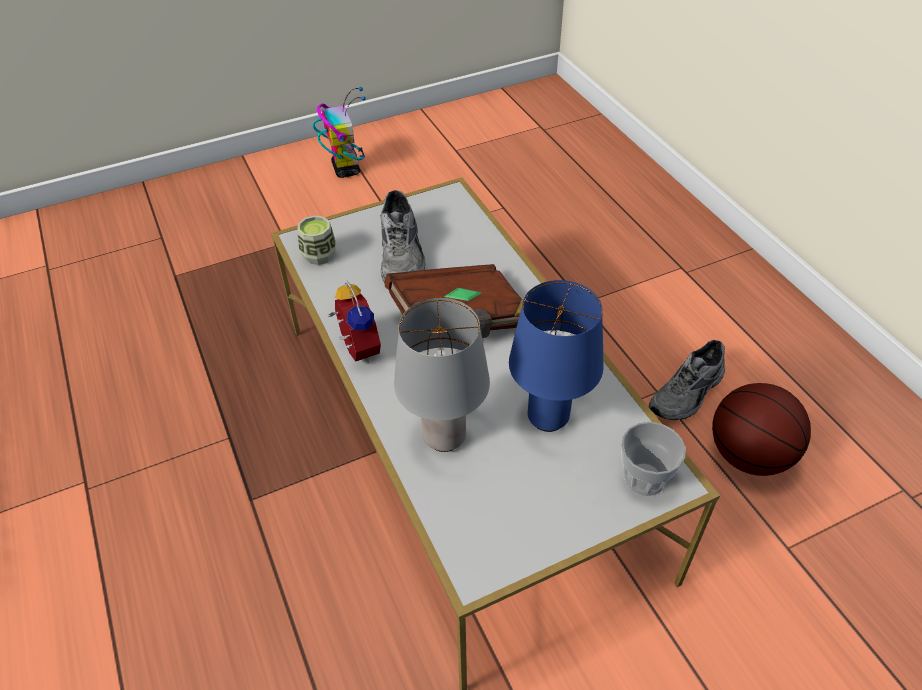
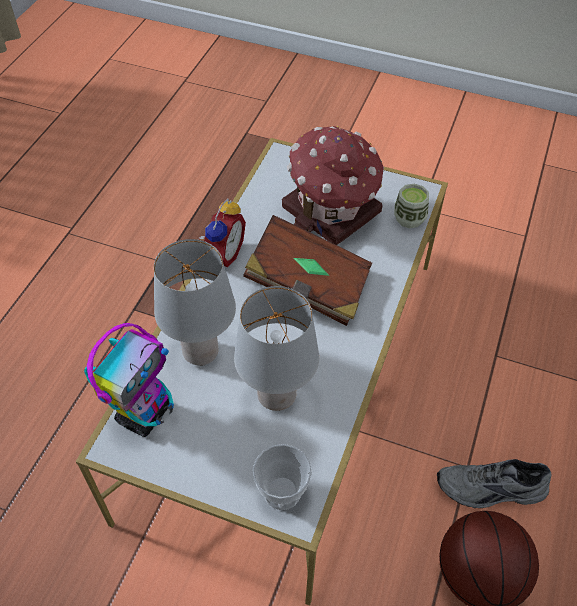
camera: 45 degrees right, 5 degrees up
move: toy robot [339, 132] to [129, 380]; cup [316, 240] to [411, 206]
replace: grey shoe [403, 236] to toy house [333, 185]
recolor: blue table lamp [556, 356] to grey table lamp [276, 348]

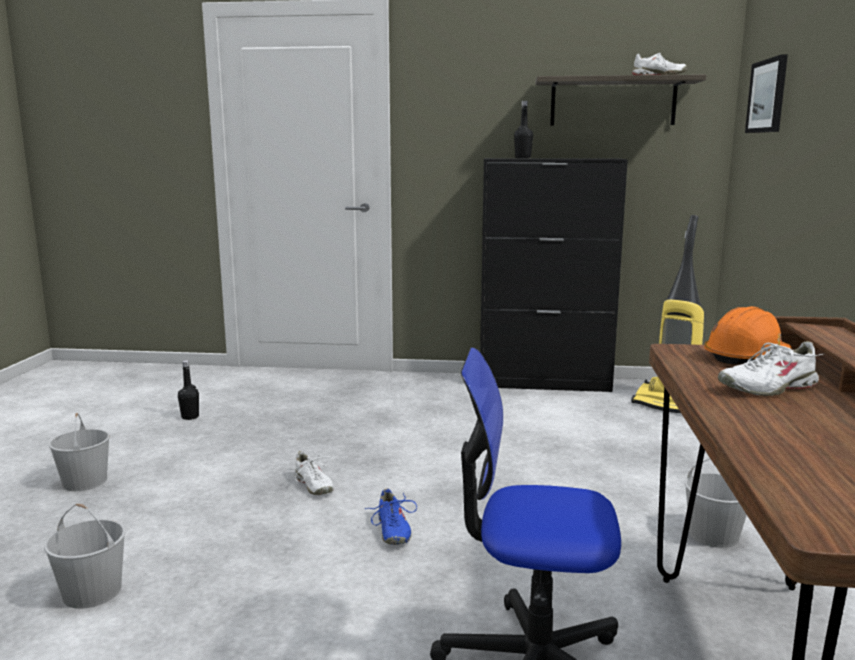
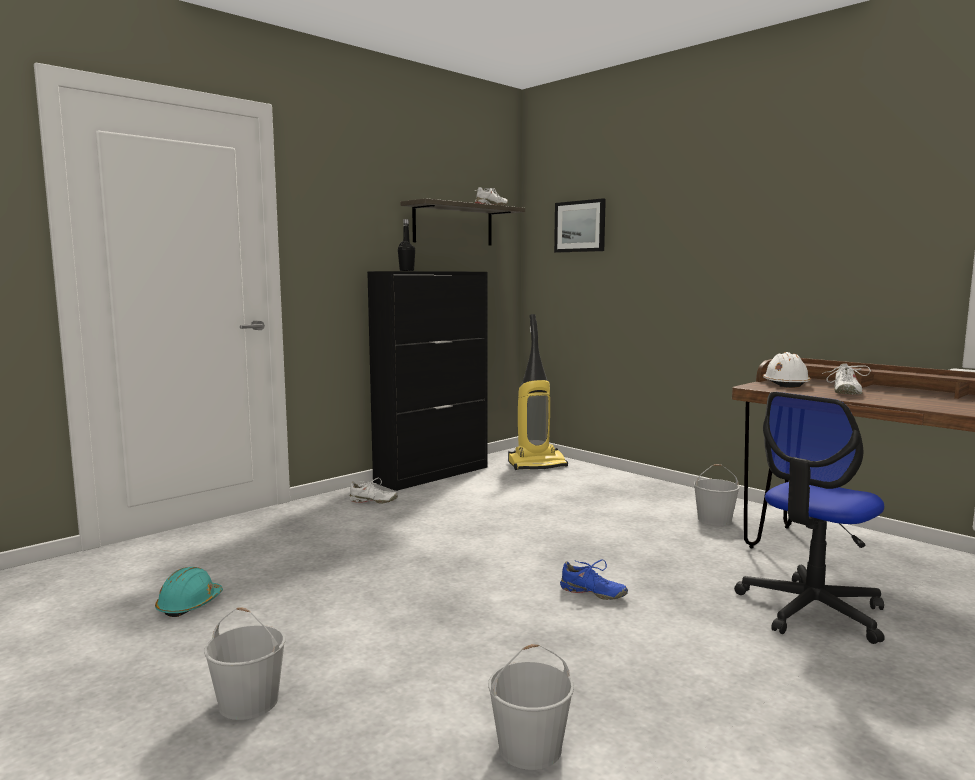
camera: 50 degrees left, 5 degrees down
move: white shoe [310, 473] to [373, 490]
replace: black bottle [188, 390] to turquoise hard hat [189, 592]
recolor: orange hard hat [748, 335] to white hard hat [787, 370]

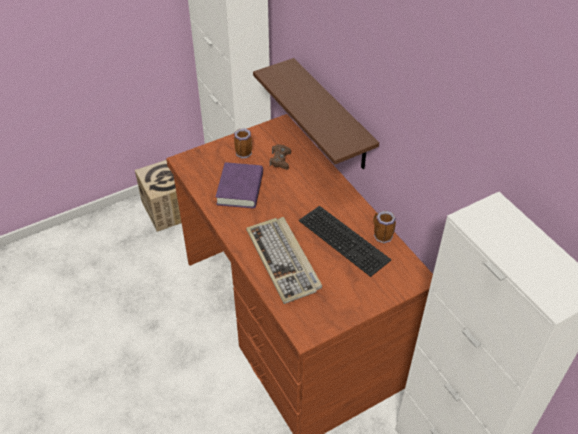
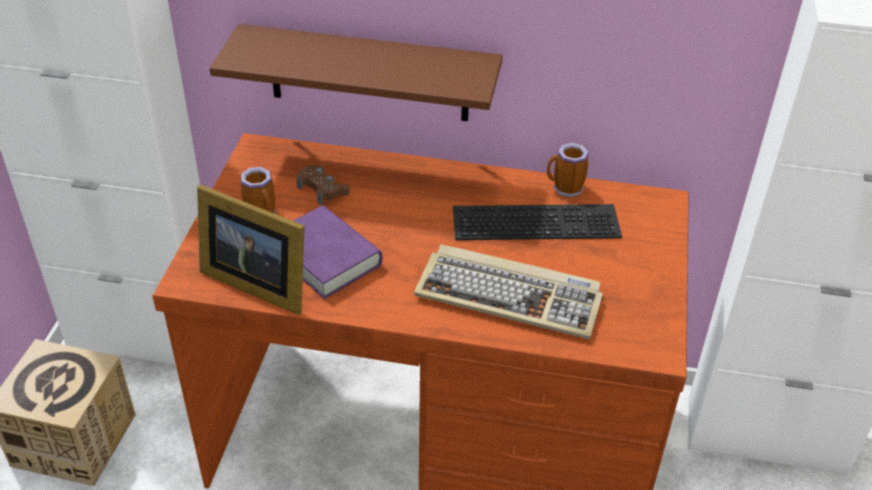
camera: 50 degrees left, 5 degrees down
insert: picture frame [251, 249]

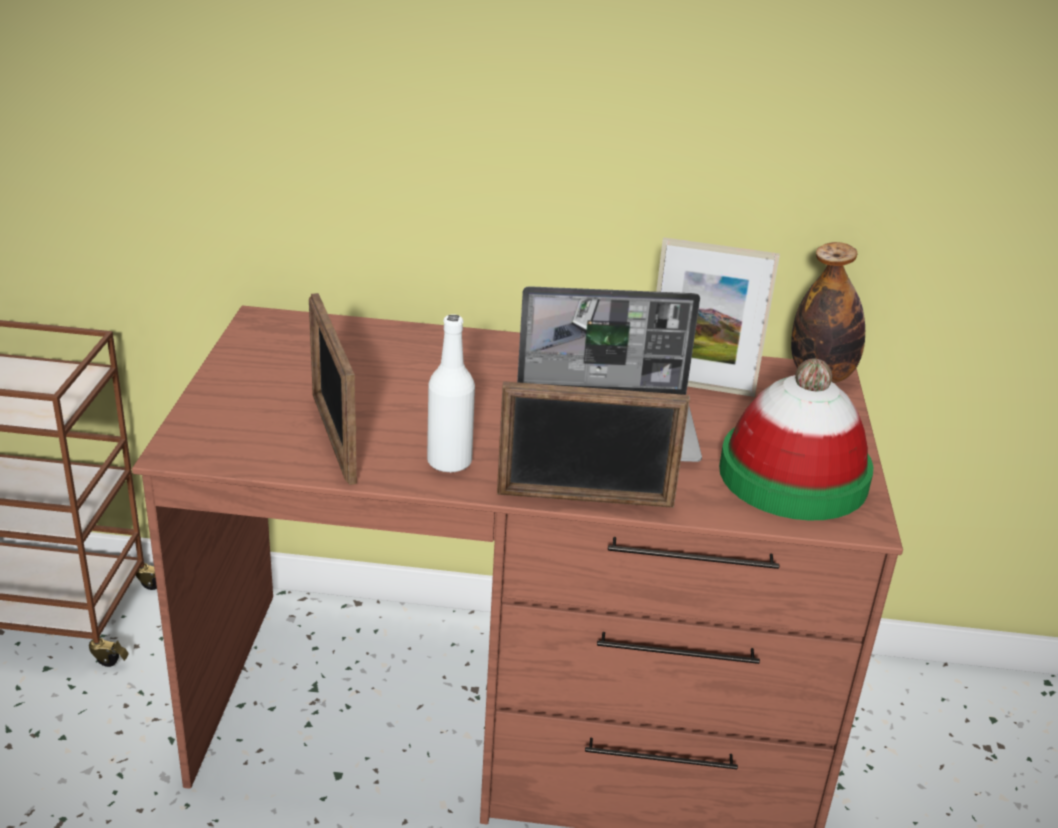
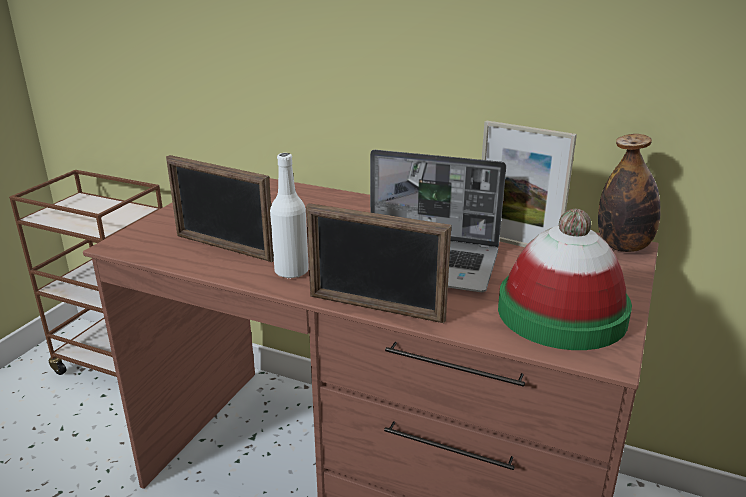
camera: 20 degrees right, 5 degrees down
rotate: picture frame [333, 389] = [220, 208] 60 degrees counterclockwise

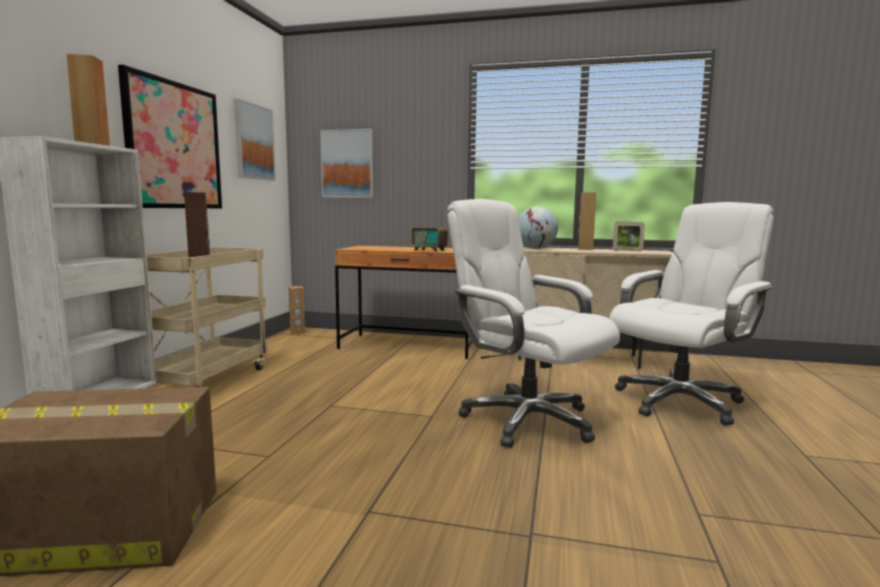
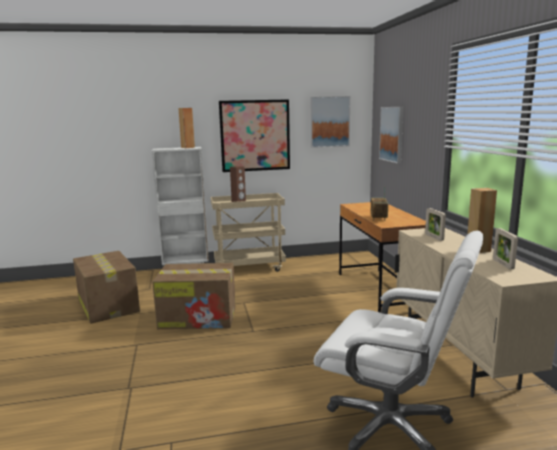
camera: 65 degrees right, 5 degrees up
delete: brown speaker [297, 310]; white office chair [533, 323]
insert: cardboard box [194, 296]
replace: globe [538, 227] to picture frame [435, 224]

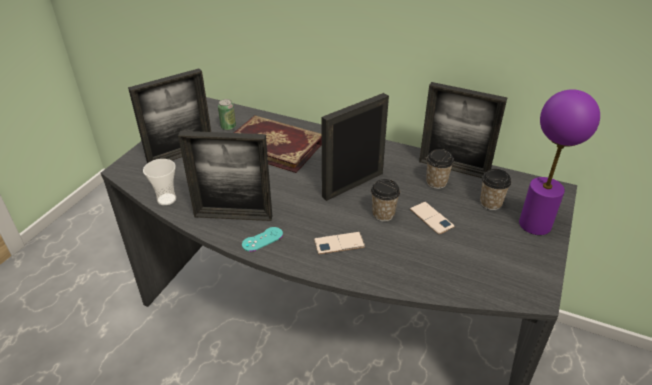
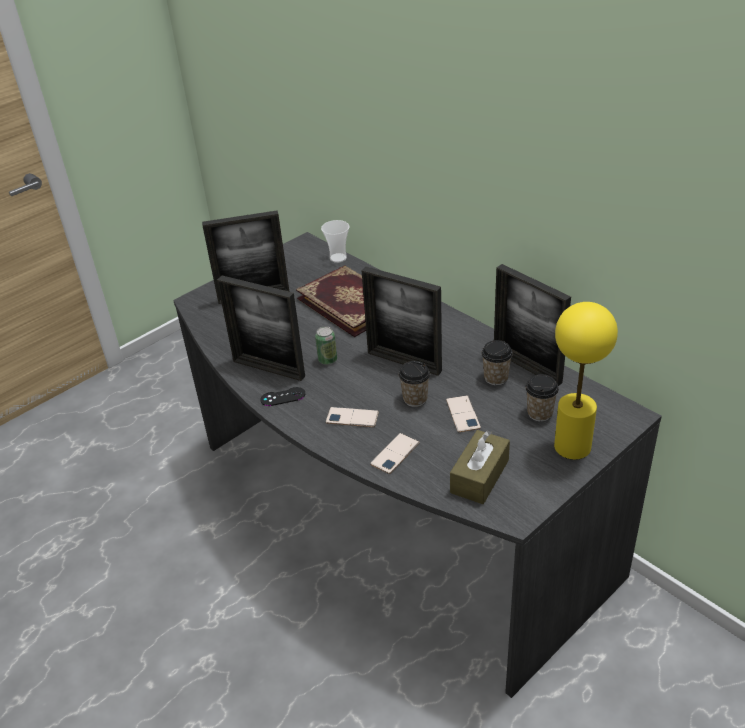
camera: 25 degrees right, 0 degrees up
insert: phone [395, 453]; brown tissue box [480, 467]
move: can [227, 114] to [326, 345]; cup [159, 182] to [335, 241]
recolor: turquoise game controller [262, 239] to black game controller [282, 396]; purple table lamp [559, 162] to yellow table lamp [586, 381]
rotate: picture frame [355, 147] = [402, 321] 135 degrees counterclockwise

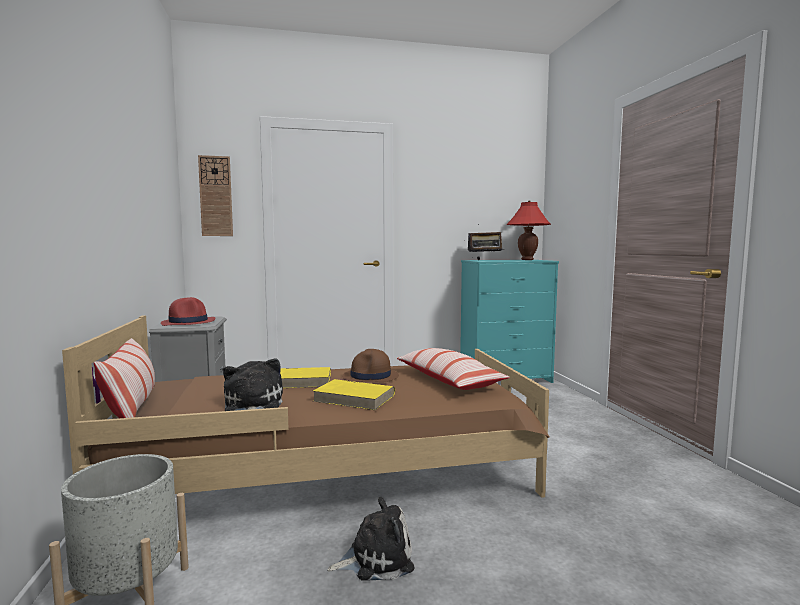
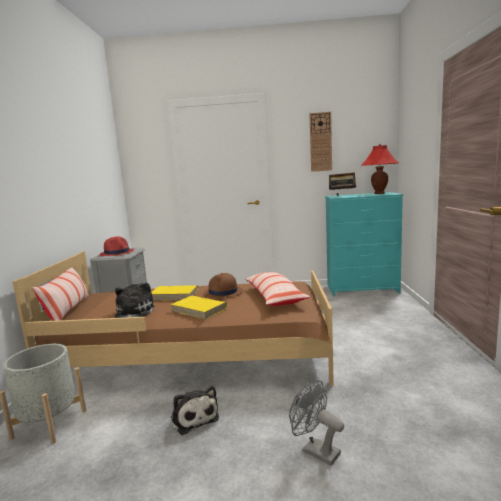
camera: 15 degrees right, 5 degrees up
insert: grey fan [316, 423]
move: wall clock [215, 195] to [320, 142]
rotate: plush toy [370, 538] = [195, 410] 60 degrees clockwise

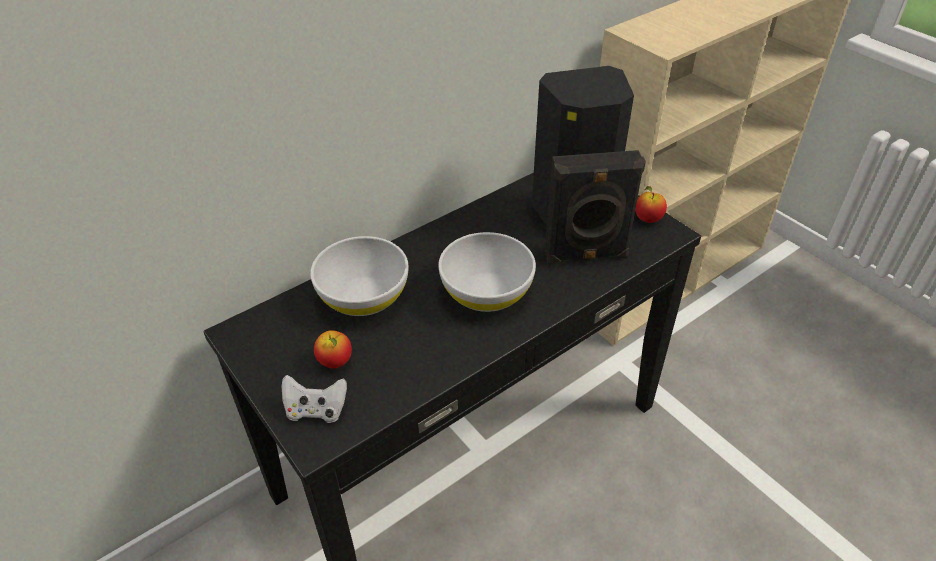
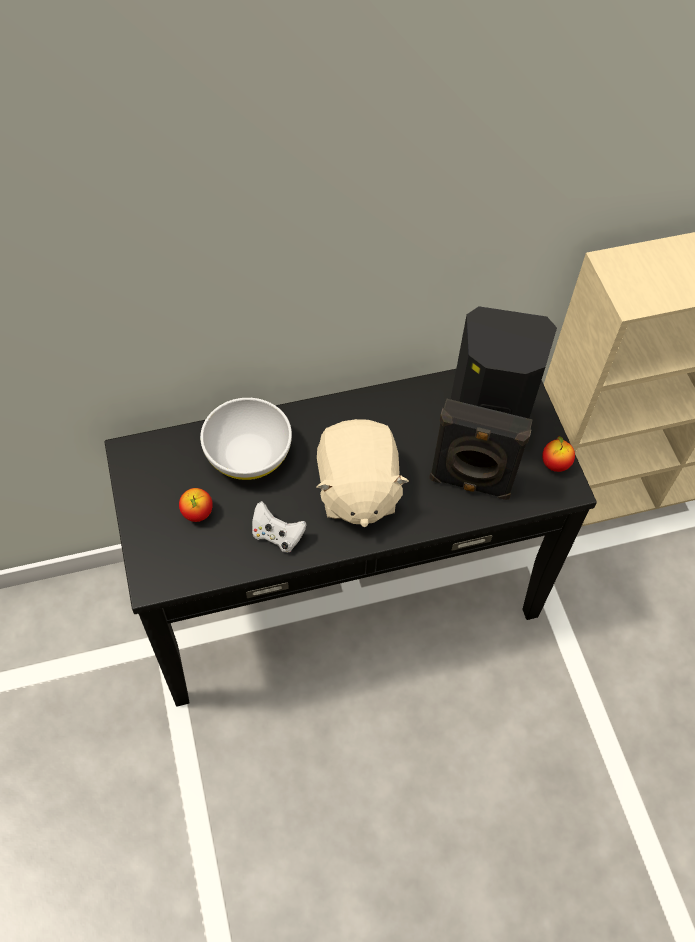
camera: 20 degrees right, 15 degrees up
move: white game controller [314, 399] to [279, 527]
replace: white bowl [487, 272] to beige plush toy [362, 473]

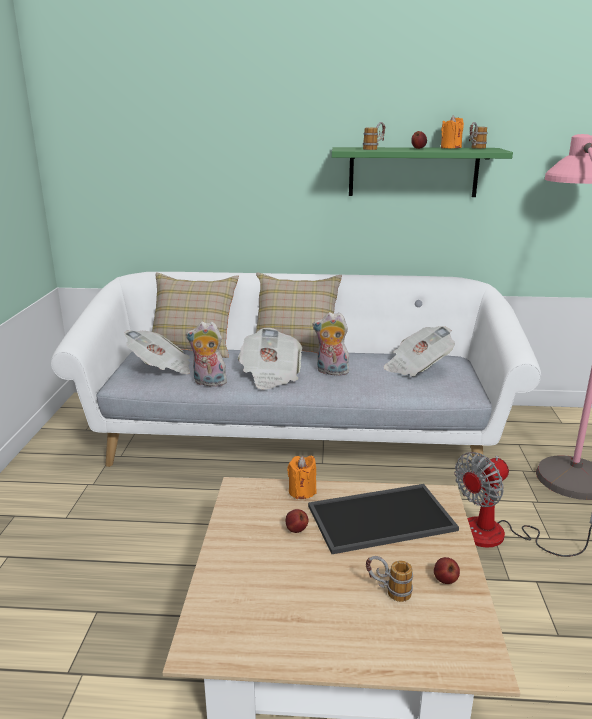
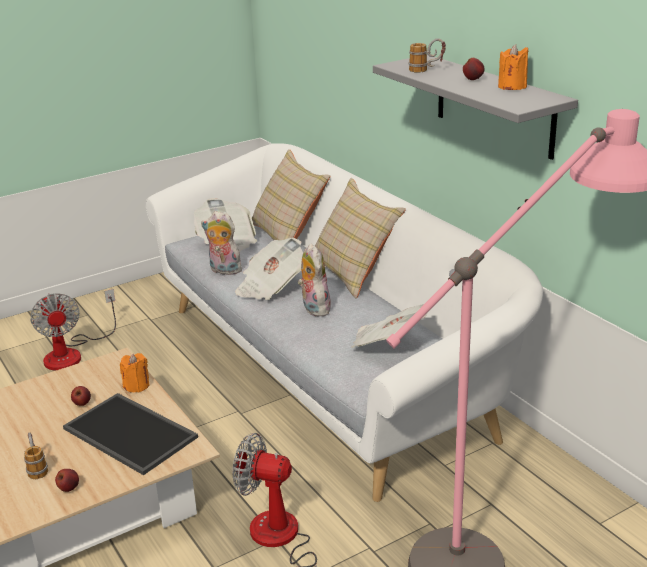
camera: 55 degrees right, 5 degrees up
delete: mug [478, 135]
insert: fan [73, 330]
recolor: green shelf [422, 172] to grey shelf [475, 107]
rotate: plush toy [206, 354] = [221, 243] 45 degrees counterclockwise

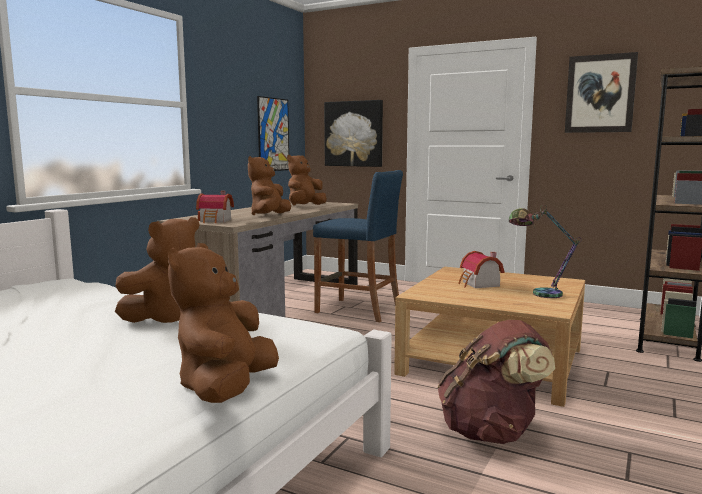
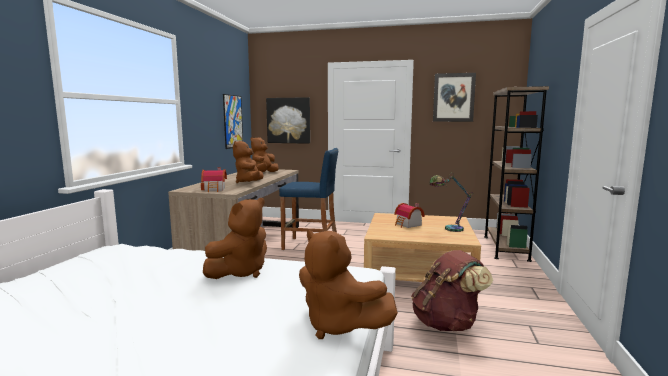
camera: 15 degrees left, 0 degrees up
rotate: brown plush toy [223, 323] = [348, 284] 45 degrees counterclockwise

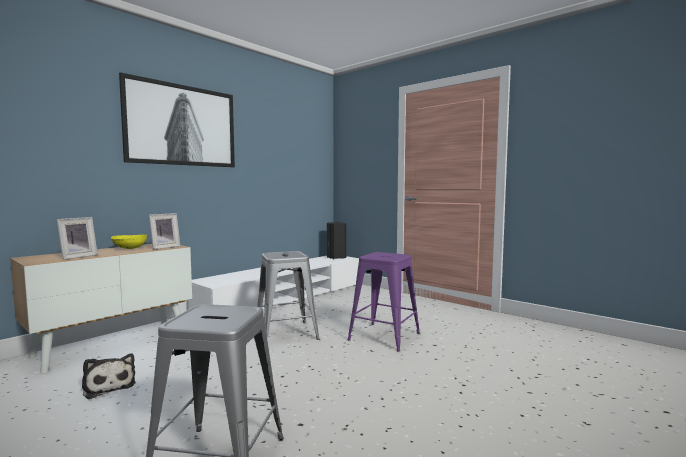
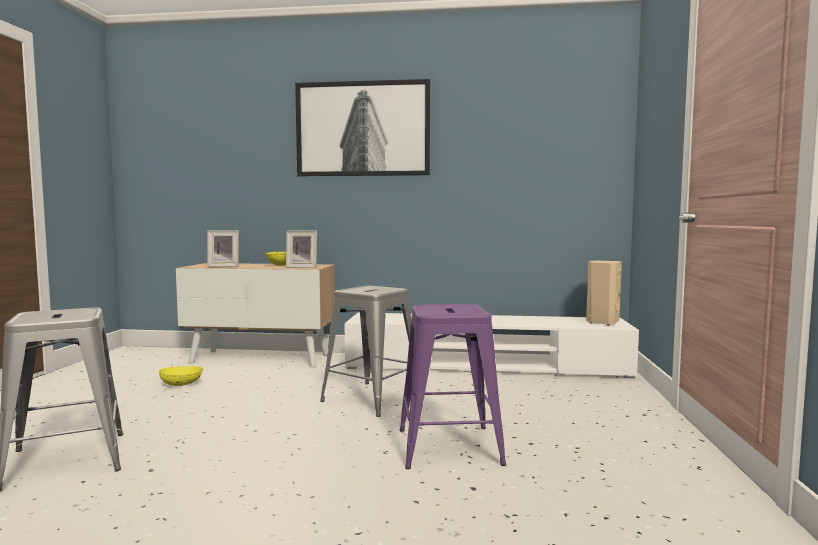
camera: 55 degrees right, 0 degrees up
replace: plush toy [109, 376] to yellow bowl [181, 376]
recolor: black speaker [336, 240] to beige speaker [604, 293]

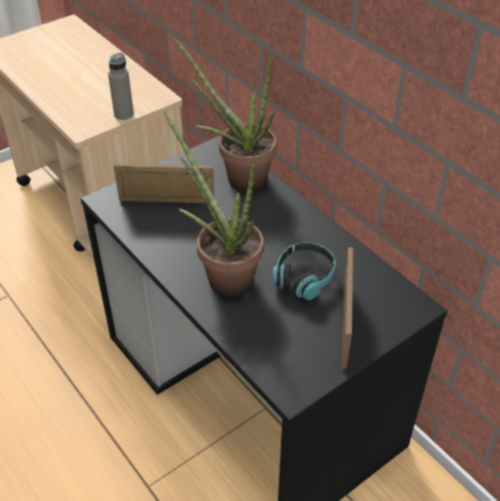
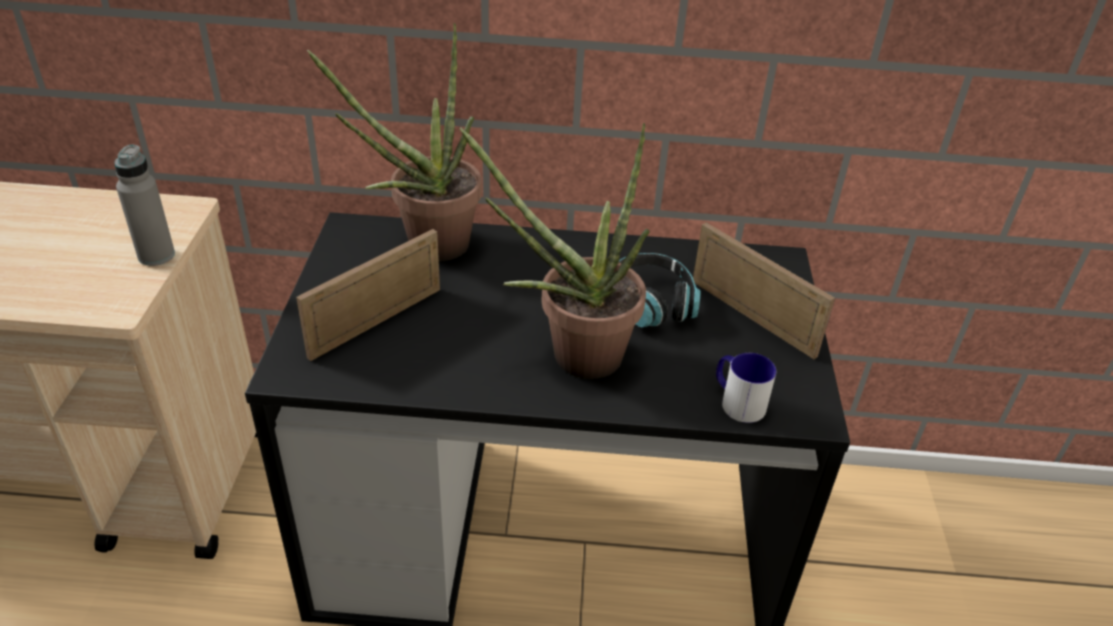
camera: 50 degrees left, 5 degrees down
insert: mug [746, 388]

